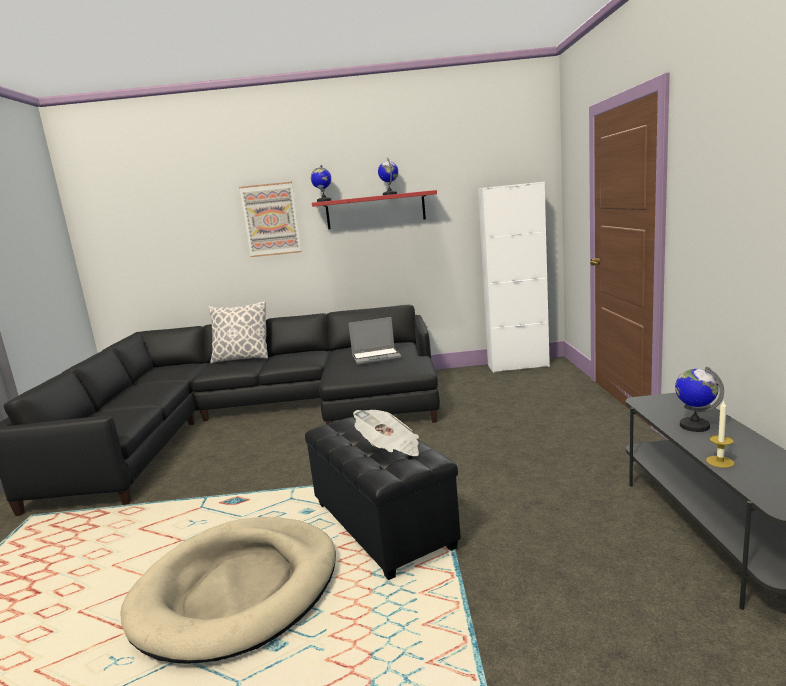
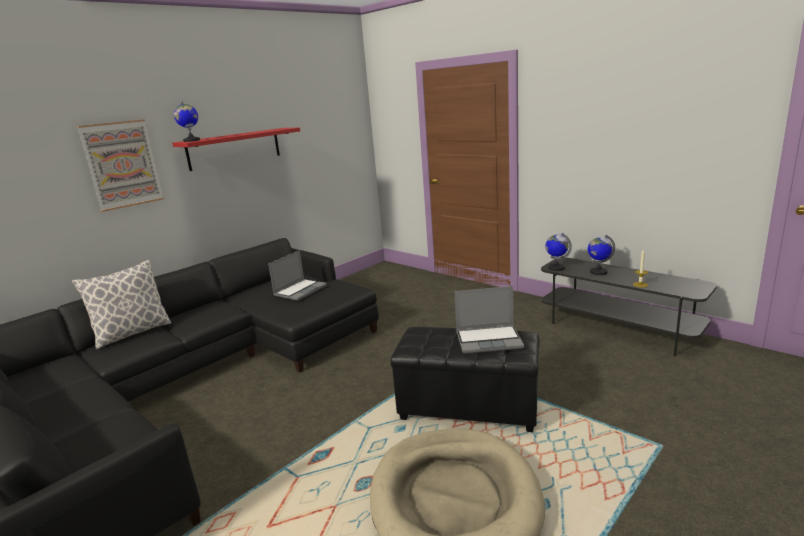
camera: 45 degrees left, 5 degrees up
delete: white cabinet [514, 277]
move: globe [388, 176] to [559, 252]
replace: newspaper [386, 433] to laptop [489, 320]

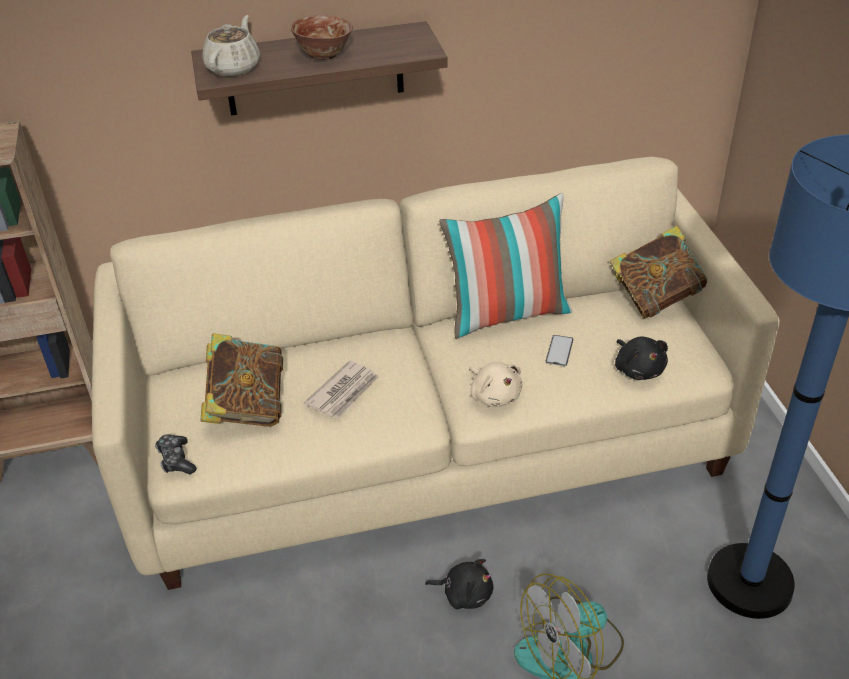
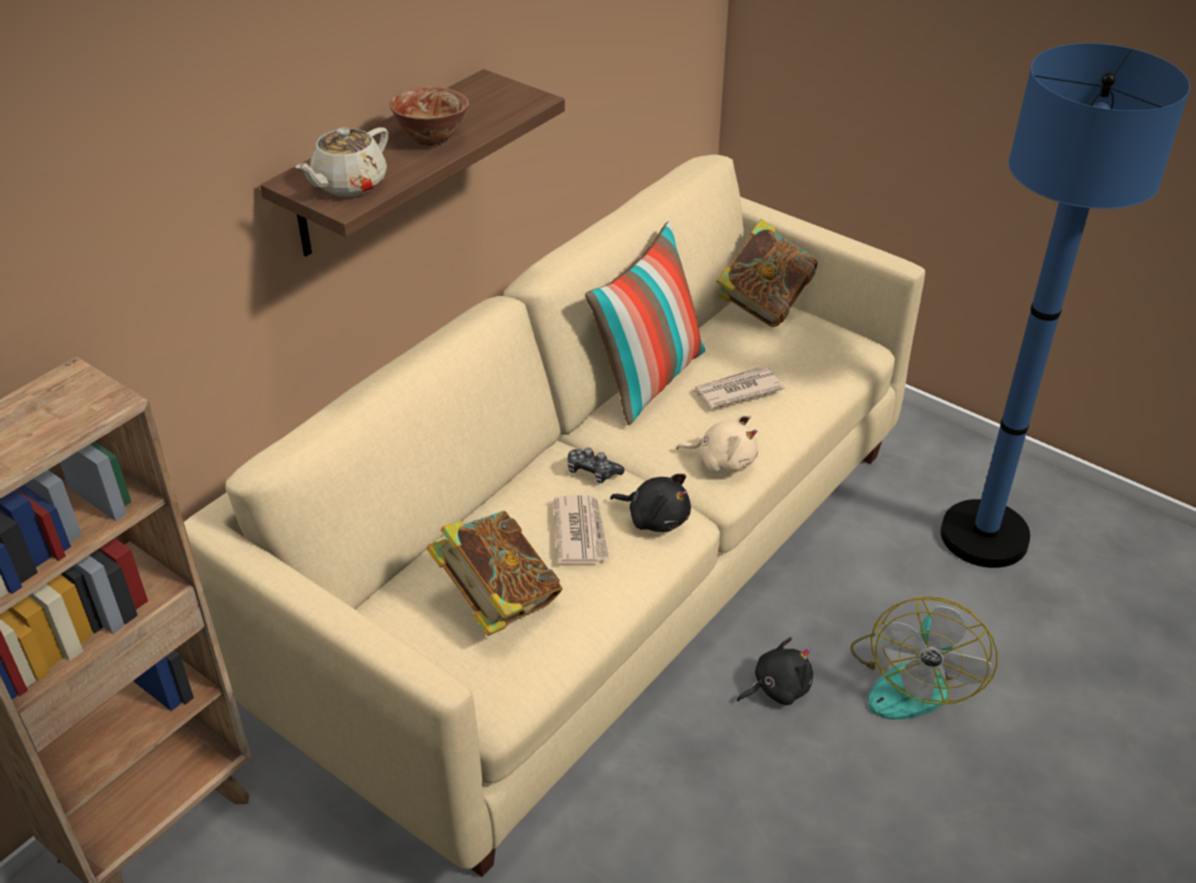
camera: 40 degrees left, 0 degrees up
move: game controller [175, 454] to [596, 465]; black plush toy [641, 358] to [650, 503]
replace: phone [559, 350] to newspaper [738, 387]
rotate: beige teapot [231, 45] = [341, 161] 120 degrees counterclockwise

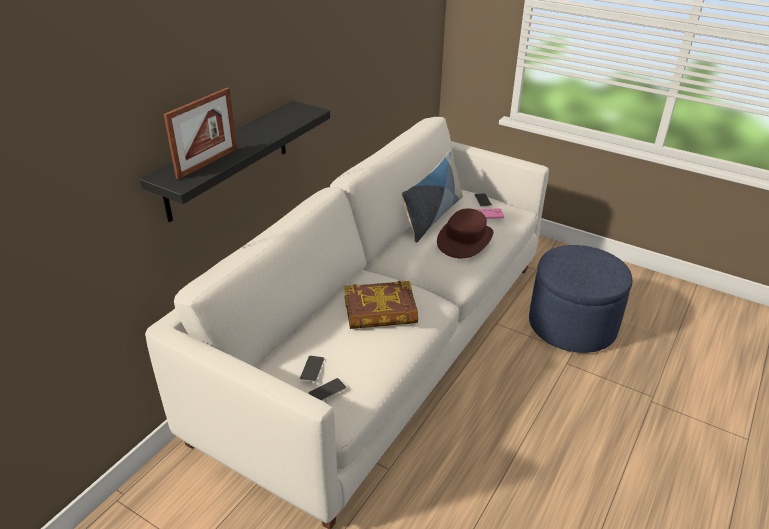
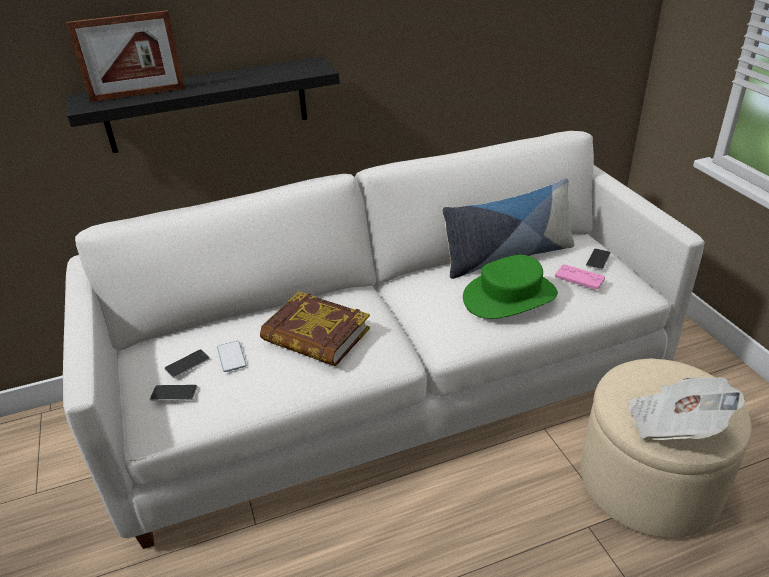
camera: 40 degrees right, 0 degrees up
insert: phone [231, 356]; newspaper [686, 408]
recolor: brown hat [465, 233] to green hat [510, 287]; blue ottoman [580, 299] to beige ottoman [666, 448]

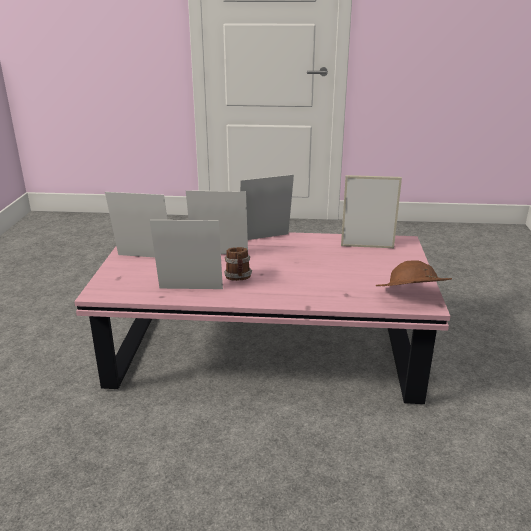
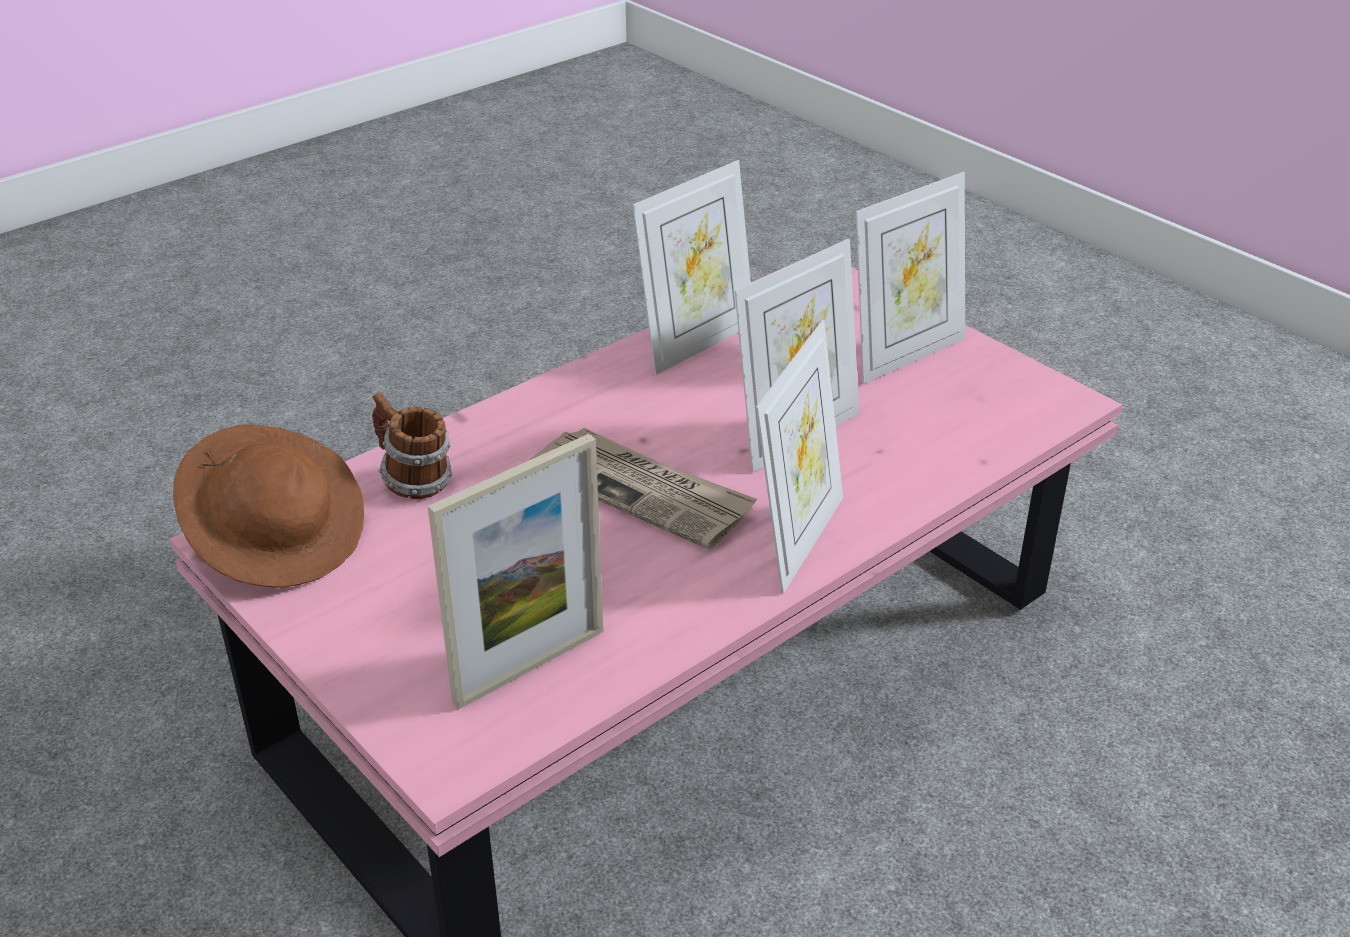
camera: 135 degrees right, 10 degrees up
insert: newspaper [642, 488]
move: mug [238, 264] to [412, 446]

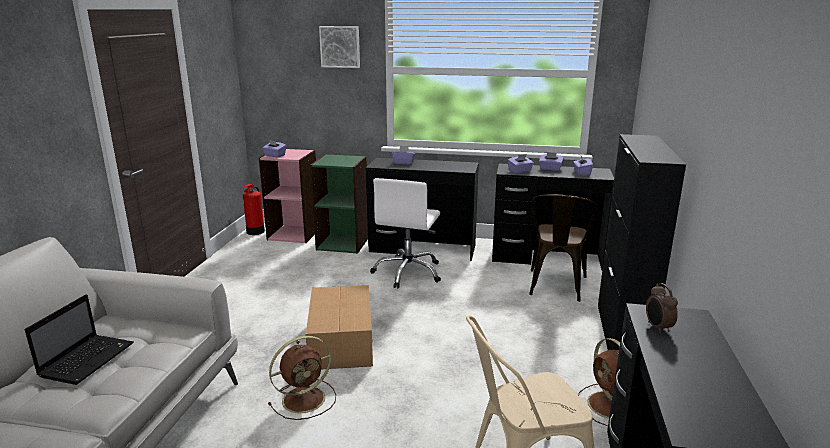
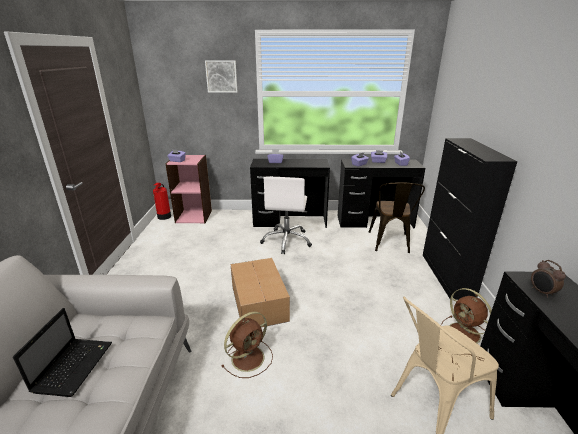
camera: 10 degrees left, 5 degrees up
delete: green bookcase [339, 204]

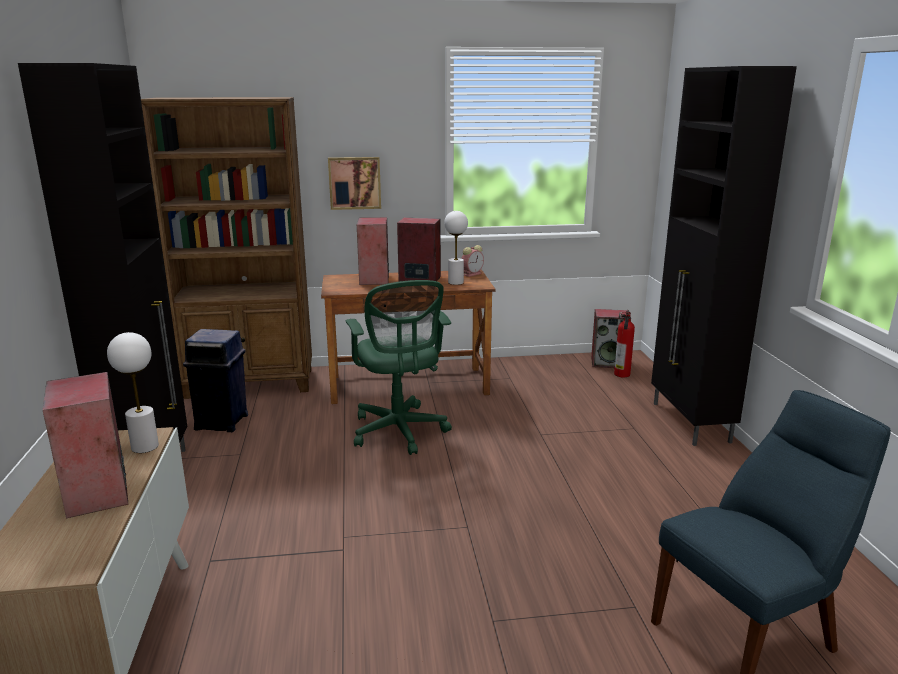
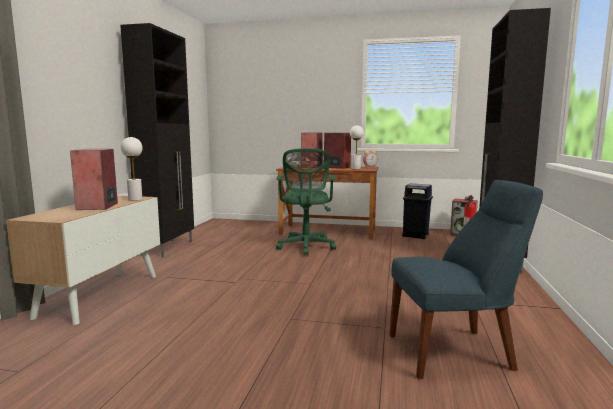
camera: 20 degrees right, 10 degrees down
delete: brown bookcase [226, 248]; picture [354, 183]
move: blue trash can [215, 380] to [417, 211]

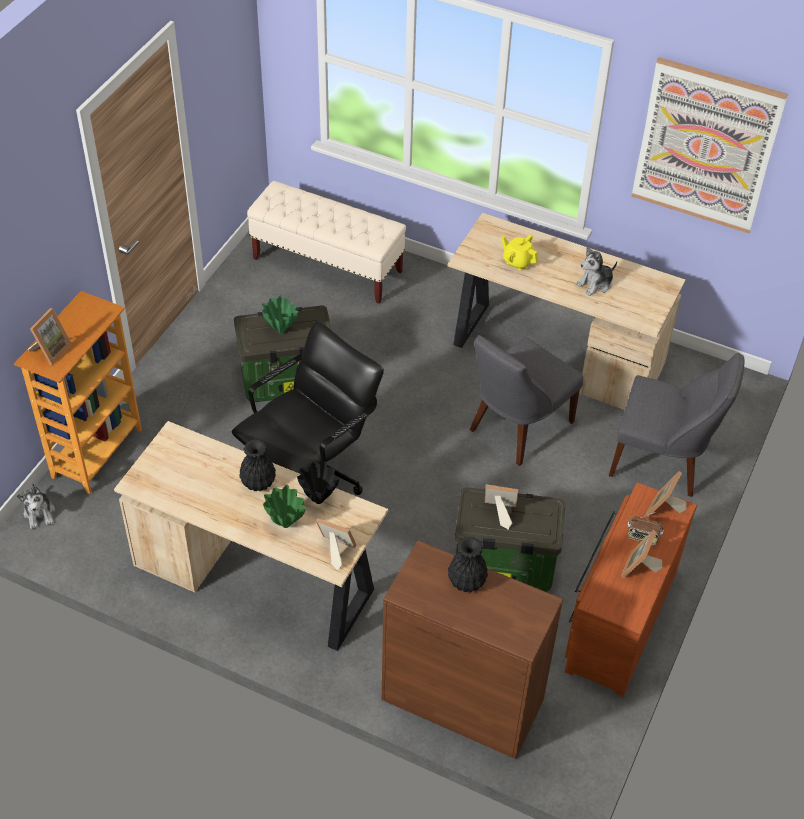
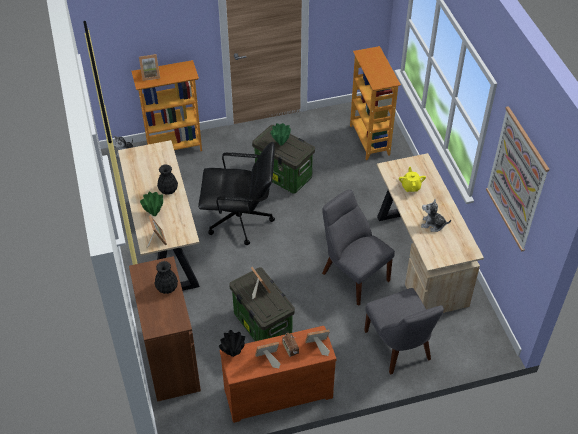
camera: 50 degrees right, 0 degrees up
move: black vase [318, 482] to [232, 343]
replace: beige bench [326, 242] to bookcase [375, 103]
rotate: grey chair [527, 400] = [358, 247] 45 degrees clockwise

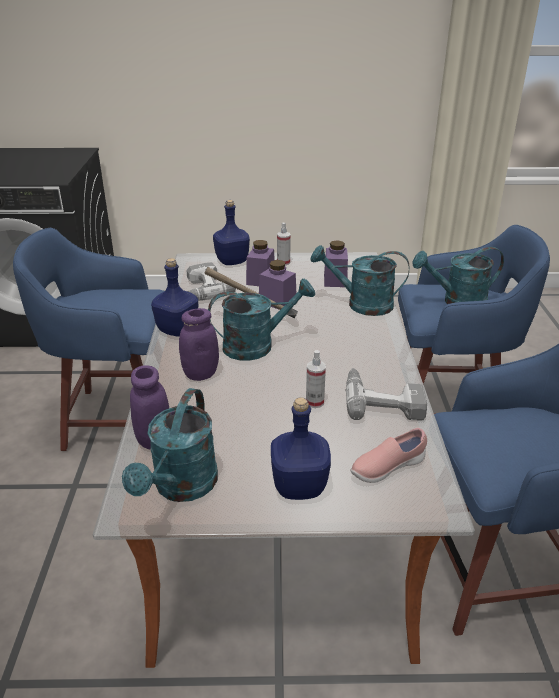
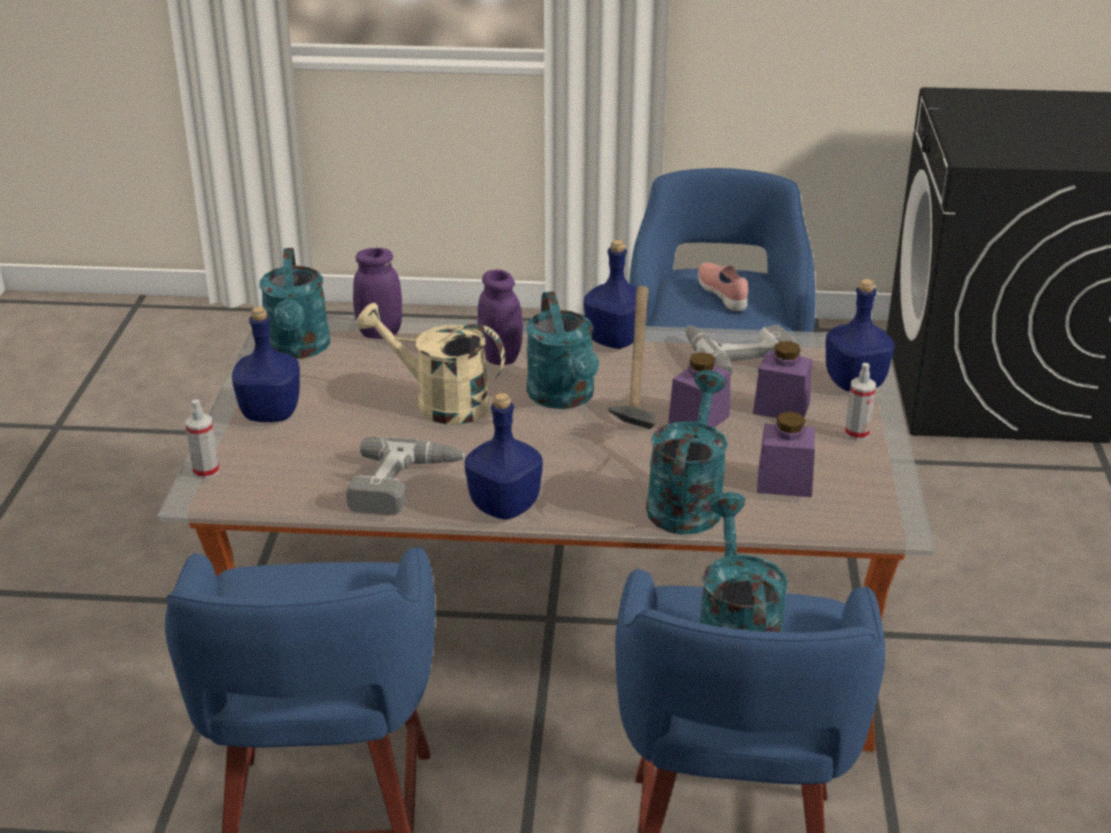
camera: 95 degrees right, 0 degrees up
insert: beige watering can [430, 363]; blue bottle [504, 456]
move: spray bottle [316, 379] to [202, 439]; pink shoe [389, 455] to [723, 287]
rotate: turquoise watering can [170, 445] = [294, 303] 120 degrees counterclockwise

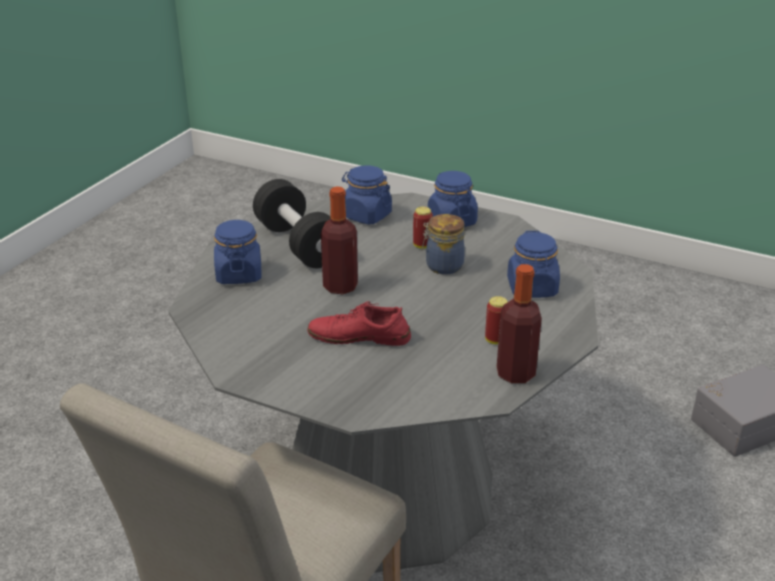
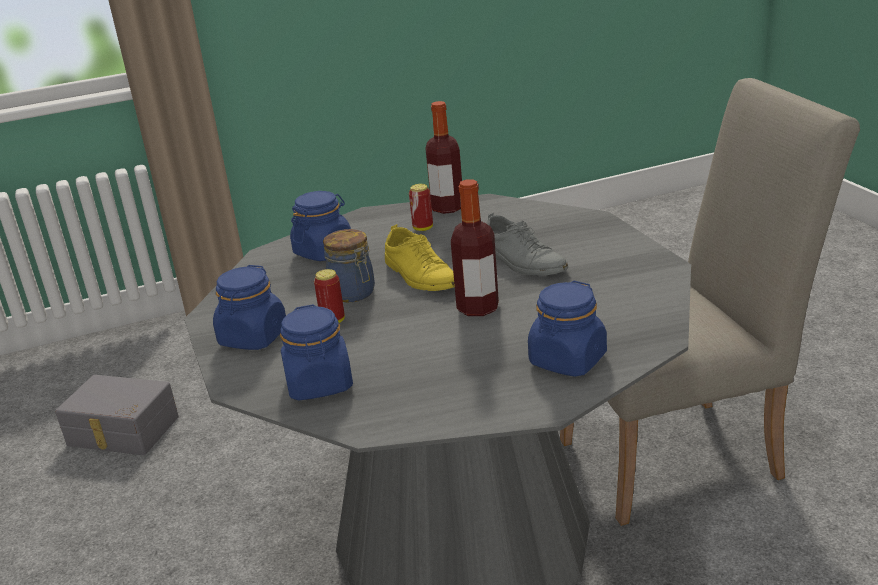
camera: 135 degrees left, 5 degrees down
delete: black dumbbell [292, 223]
insert: yellow shoe [420, 257]
recolor: red shoe [359, 323] to grey shoe [527, 244]

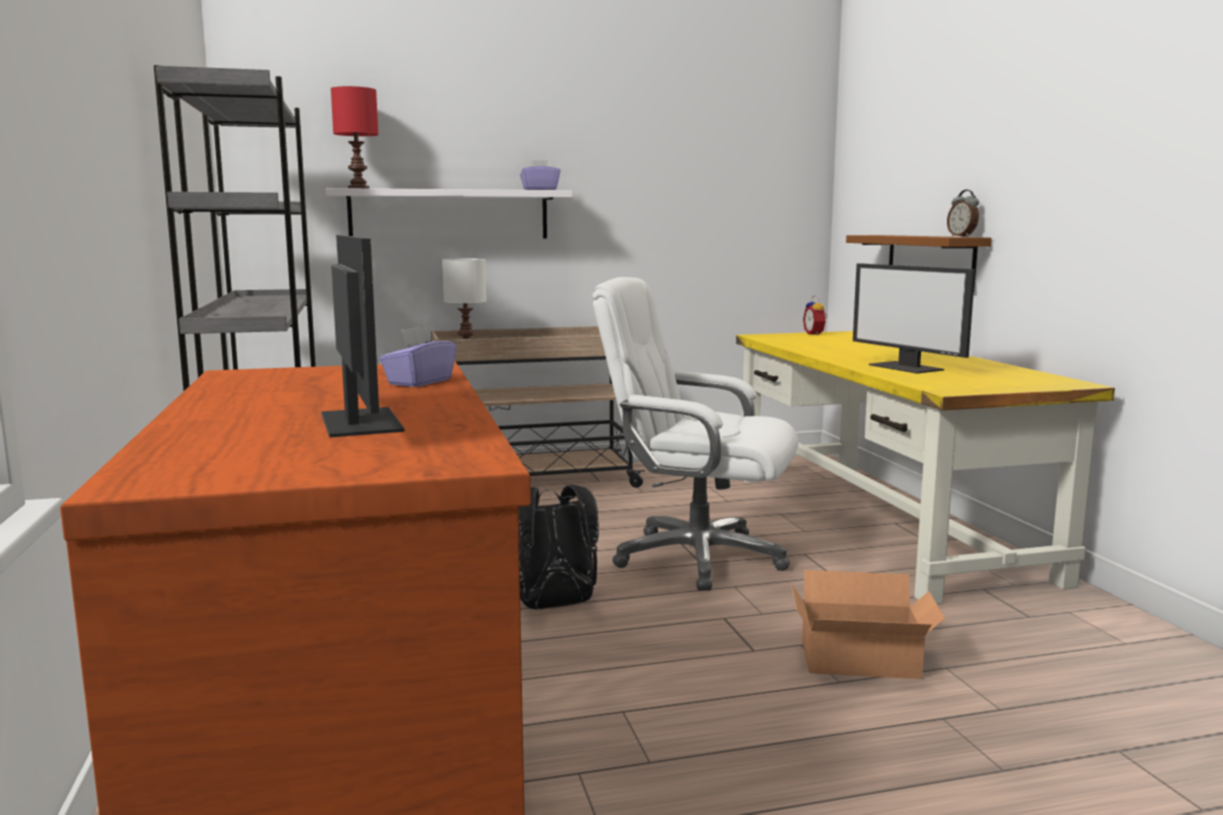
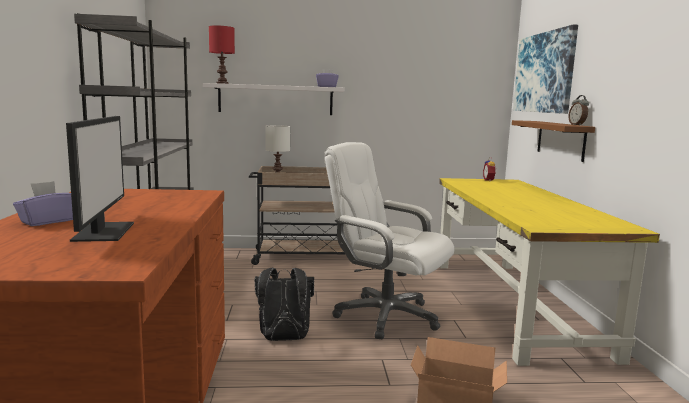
camera: 10 degrees right, 0 degrees up
delete: monitor [914, 318]
insert: picture [545, 69]
move: purple tissue box [418, 356] to [43, 203]

